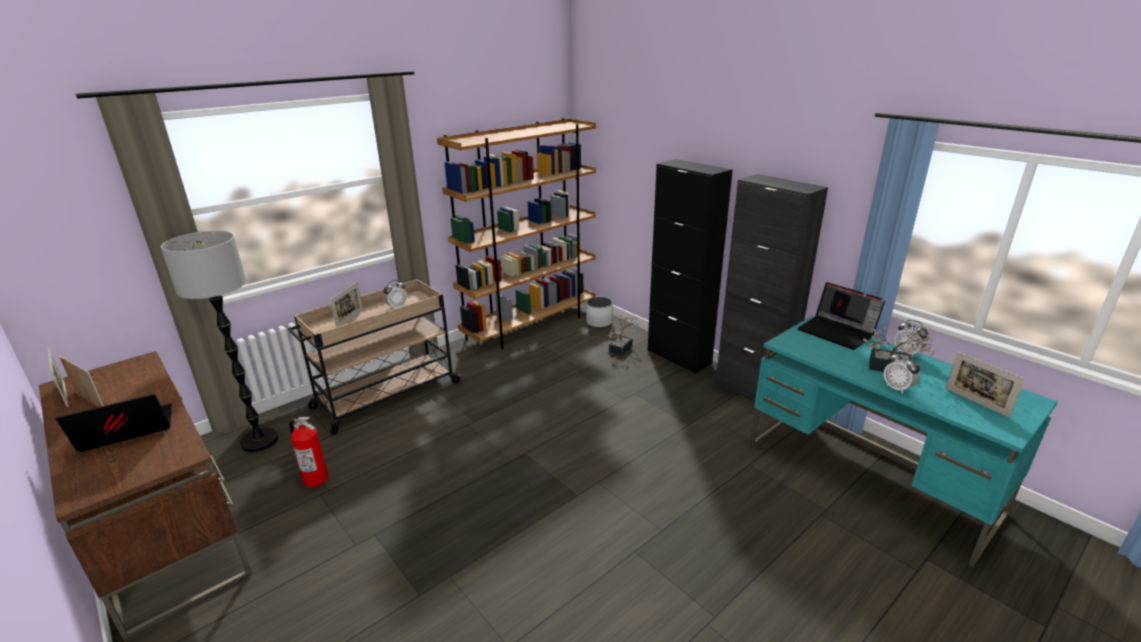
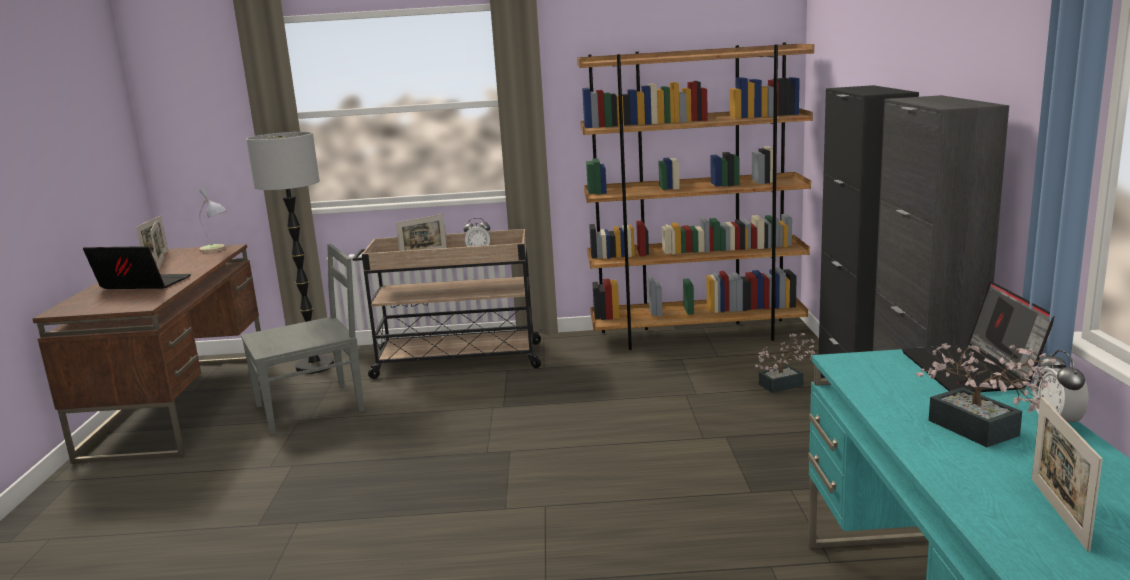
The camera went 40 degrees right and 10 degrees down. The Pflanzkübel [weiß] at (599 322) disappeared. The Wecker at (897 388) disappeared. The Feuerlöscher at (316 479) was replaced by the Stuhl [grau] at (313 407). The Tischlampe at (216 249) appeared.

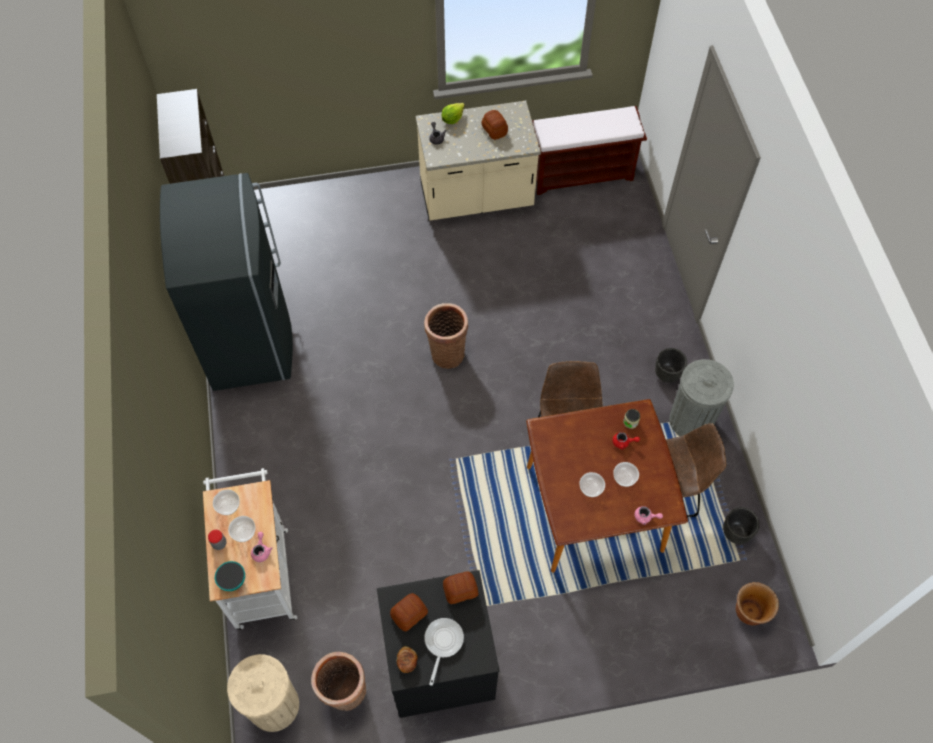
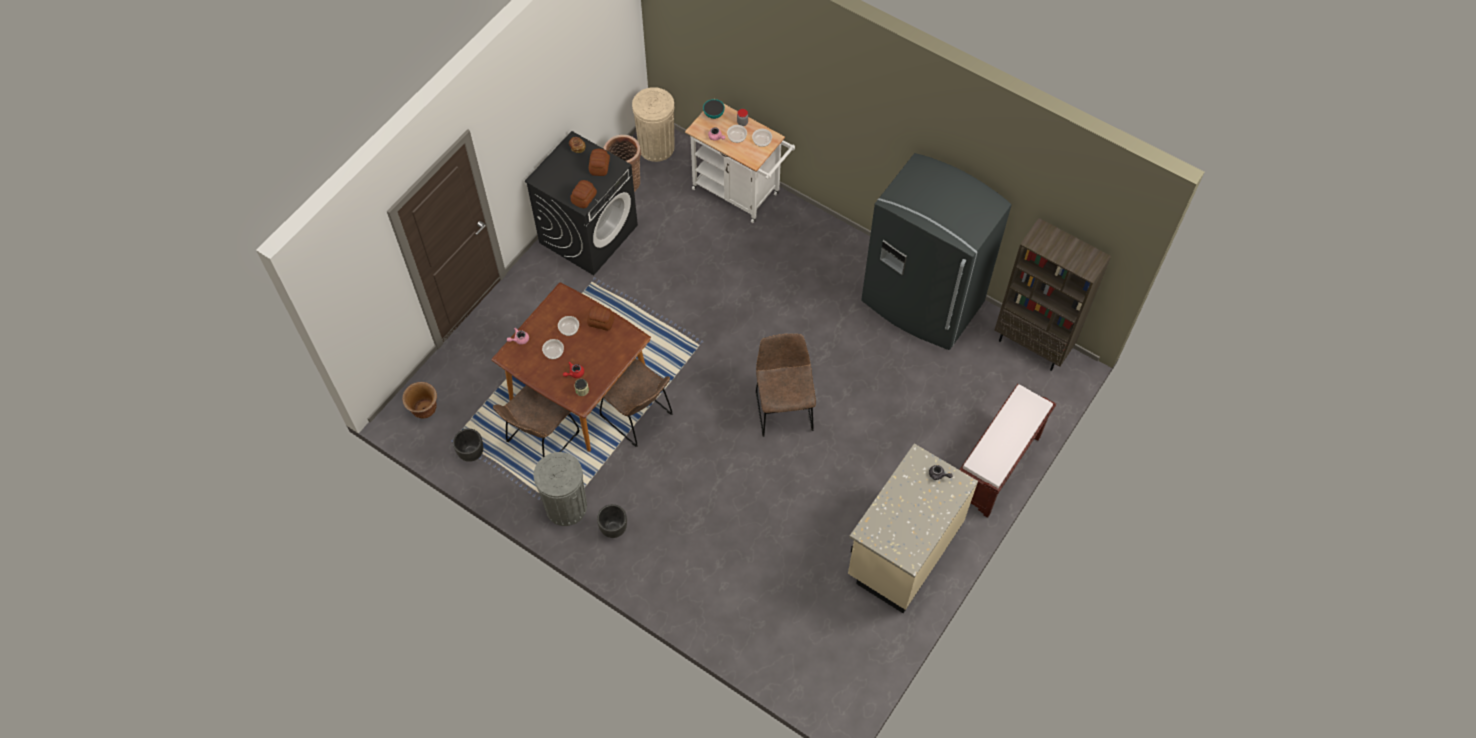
The camera went 135 degrees right and 0 degrees up. The Salatkopf at (452 119) disappeared. The Bank [braun] moved from (582 173) to (997 468). The Brot moved from (494 129) to (601 322). The Korb at (447 352) was replaced by the Stuhl [braun] at (783 408). The Pfanne at (442 642) disappeared.

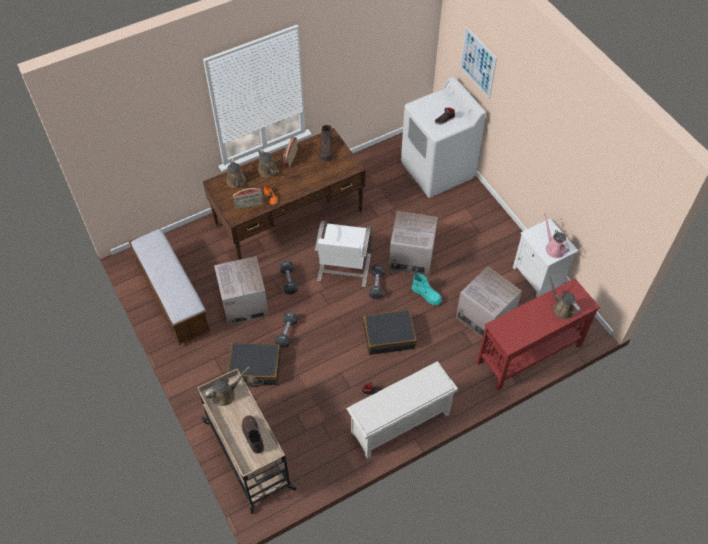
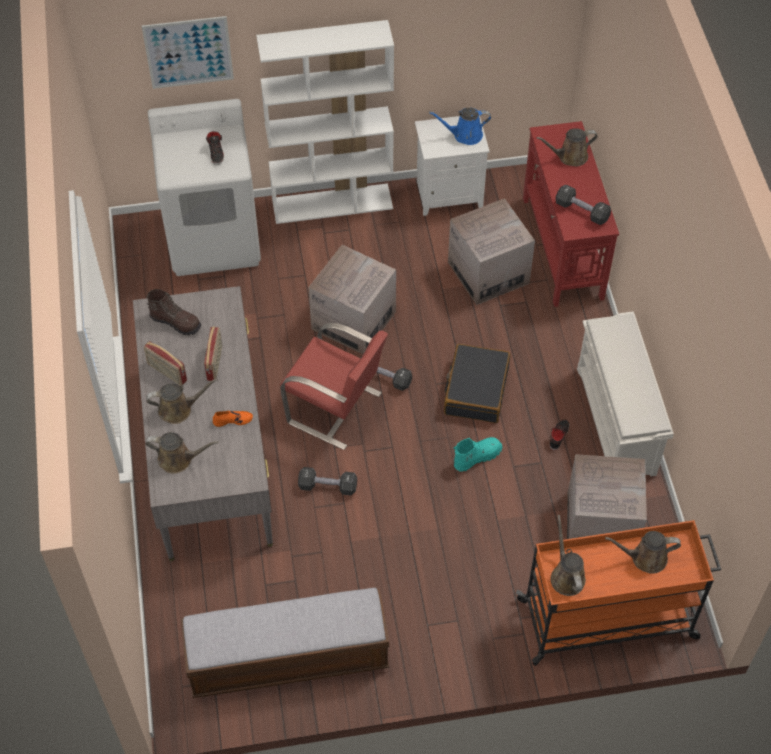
The camera went 70 degrees left and 0 degrees up. The Schreibtisch [braun] at (289 219) became the Schreibtisch [grau] at (209 453). The Radio moved from (249 205) to (215 363). The Gießkanne [rosa] at (554 248) became the Gießkanne [blau] at (465 135). The Stuhl [weiß] at (343 268) became the Stuhl [rot] at (336 409). The Karton moved from (244 303) to (601 524). The Stiefel [türkis] moved from (426 295) to (477 457). The Hantel [schwarz] moved from (287 333) to (582 211). The Koffer [schwarz] at (255 368) disappeared. The Rollwagen [beige] at (249 456) became the Rollwagen [orange] at (609 619). The Stiefel [braun] at (252 436) was replaced by the Gießkanne [braun] at (645 558). The Bücherregal [weiß] at (333 203) appeared.

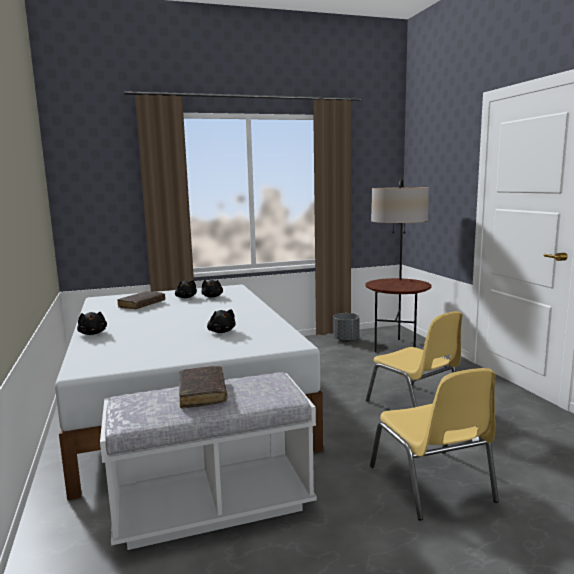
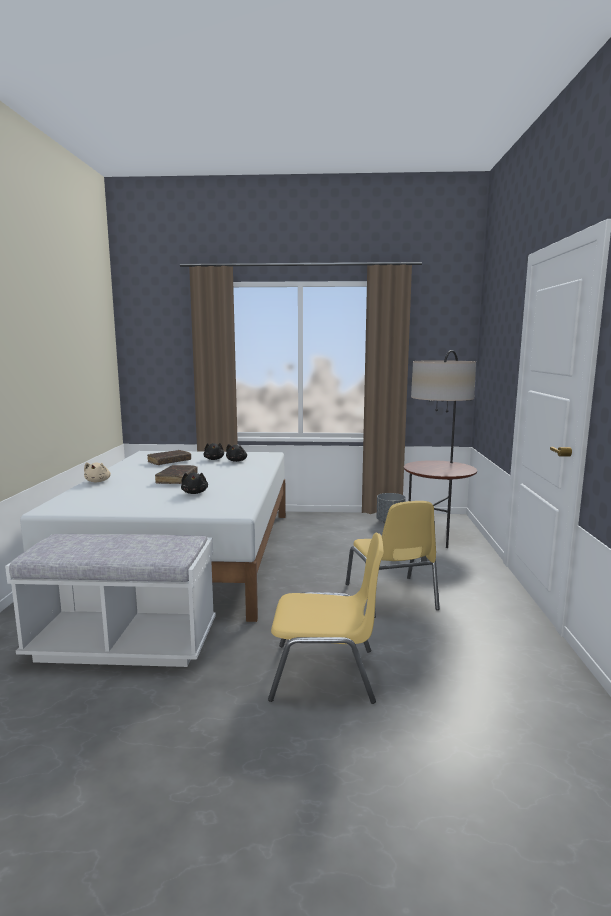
The camera went 20 degrees right and 0 degrees up. The Plüschtier [schwarz] at (93 333) became the Plüschtier [beige] at (98 481). The Buch [braun] moved from (202 393) to (177 479). The Stuhl [gelb] at (432 484) turned 90 degrees counterclockwise.

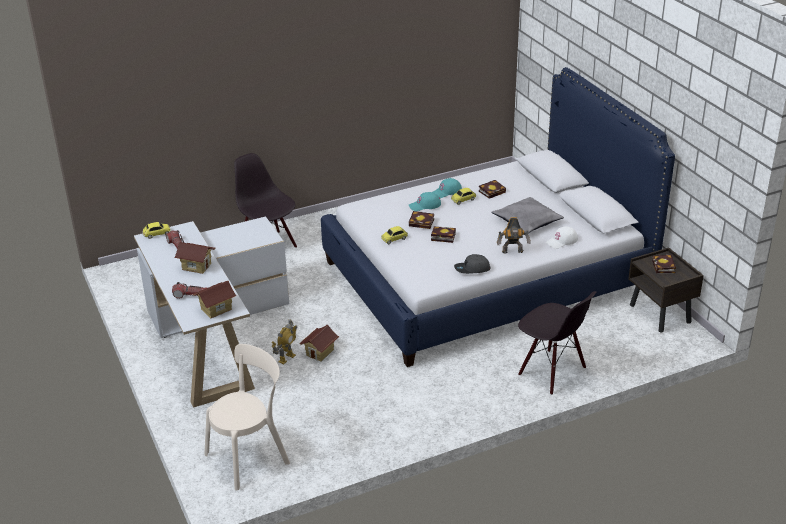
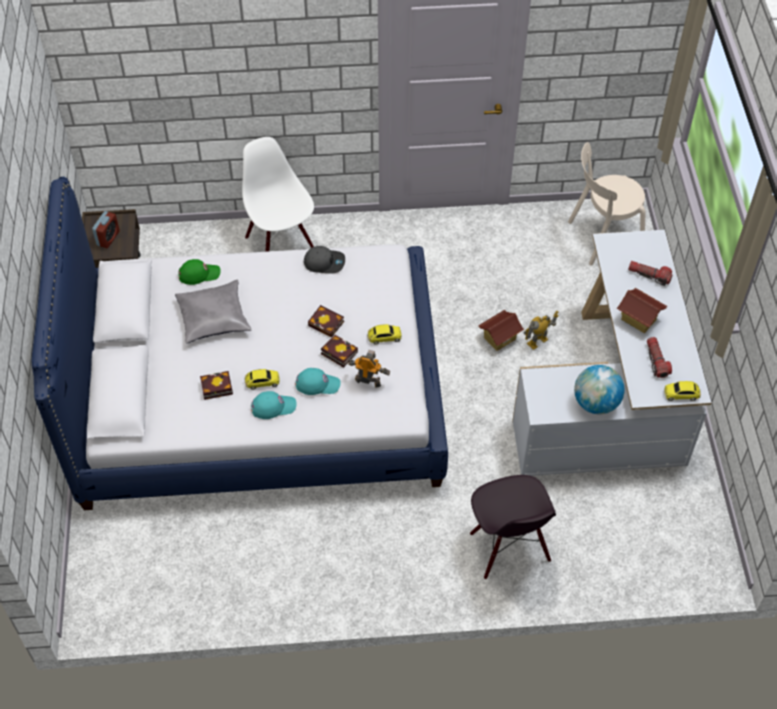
The camera went 160 degrees left and 20 degrees up. The Spielzeugroboter moved from (513 252) to (368 381). The Kappe [weiß] at (562 241) became the Kappe [grün] at (199 274). The Buch at (664 267) was replaced by the Wecker at (108 238). The Spielzeughaus at (216 309) disappeared. The Stuhl [schwarz] at (551 372) became the Stuhl [weiß] at (281 243). The Globus at (596 403) appeared.

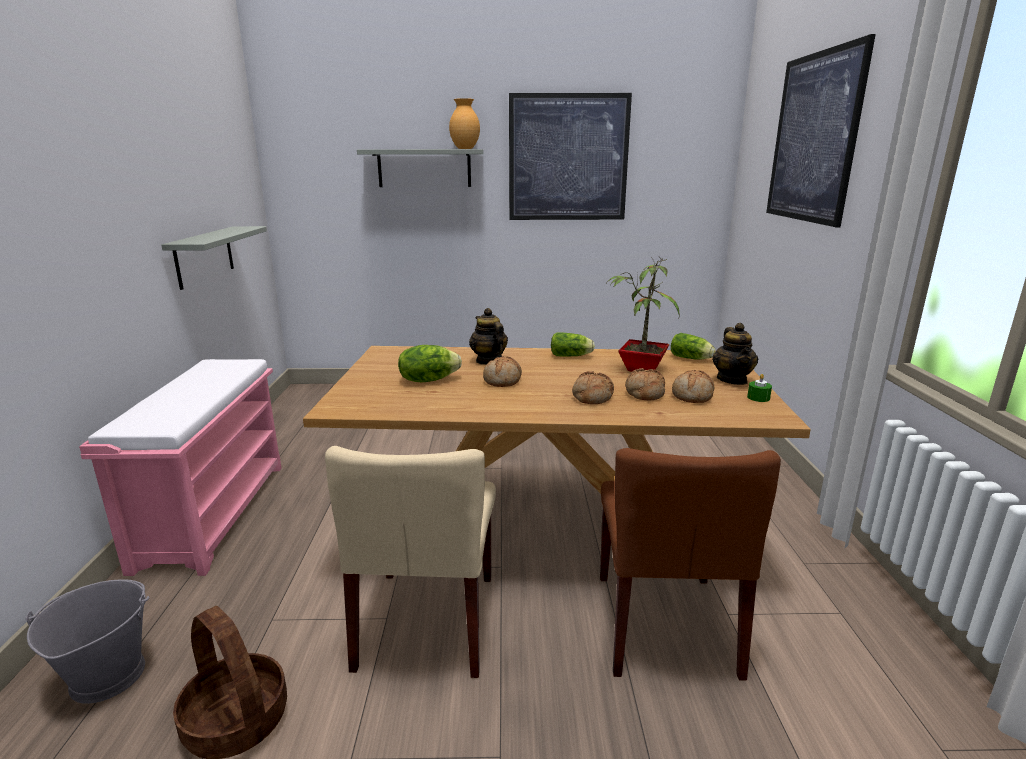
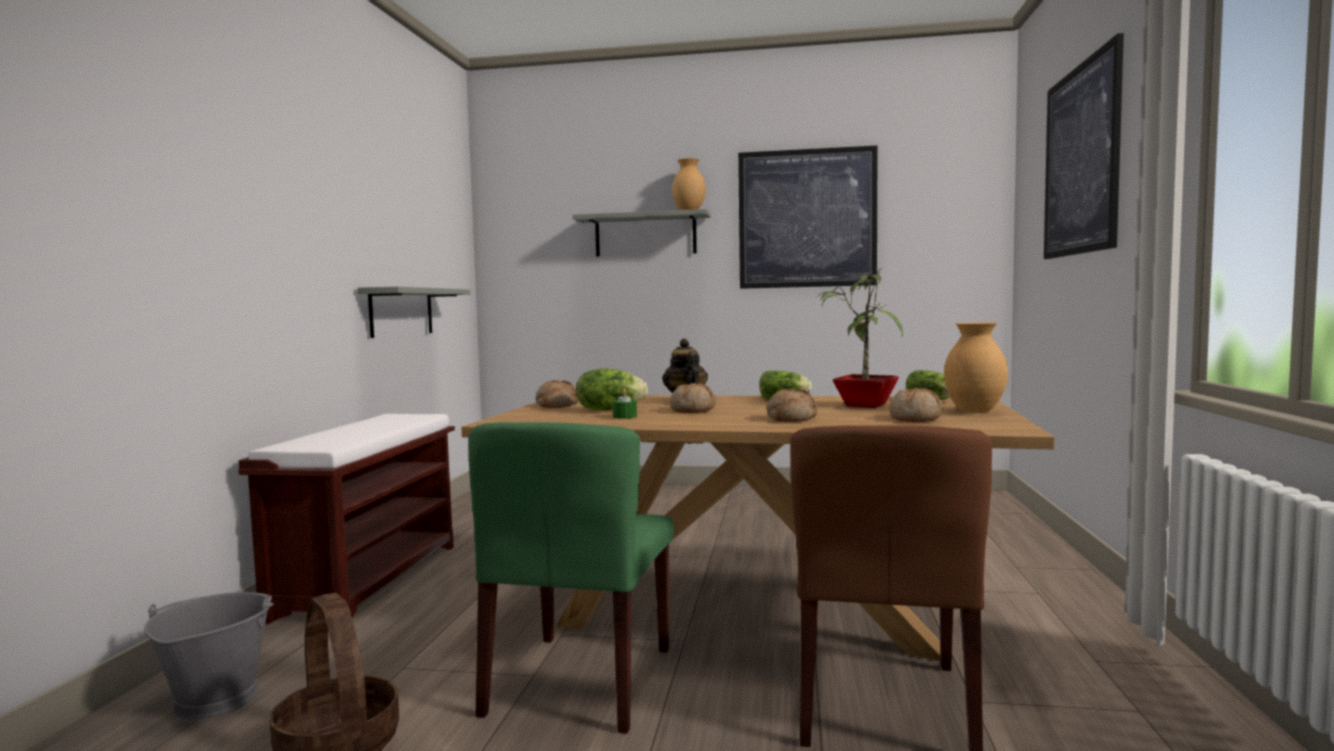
The camera went 10 degrees right and 15 degrees down. The Teekanne at (732 380) was replaced by the Vase [braun] at (975 411). The Bank [rosa] at (214 513) became the Bank [braun] at (369 579). The Brot moved from (643 393) to (556 405). The Kerze [grün] moved from (758 398) to (624 417). The Stuhl [beige] at (428 621) became the Stuhl [grün] at (581 681).

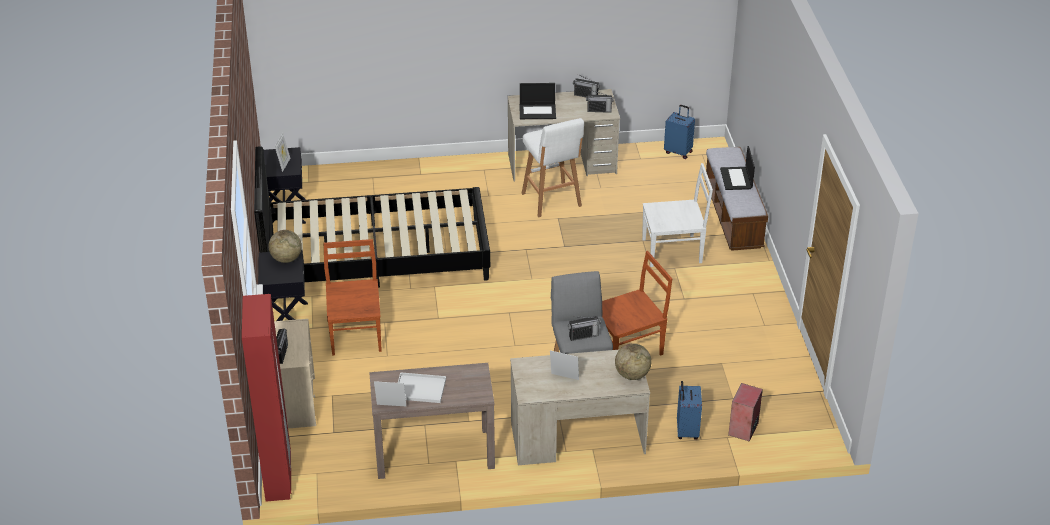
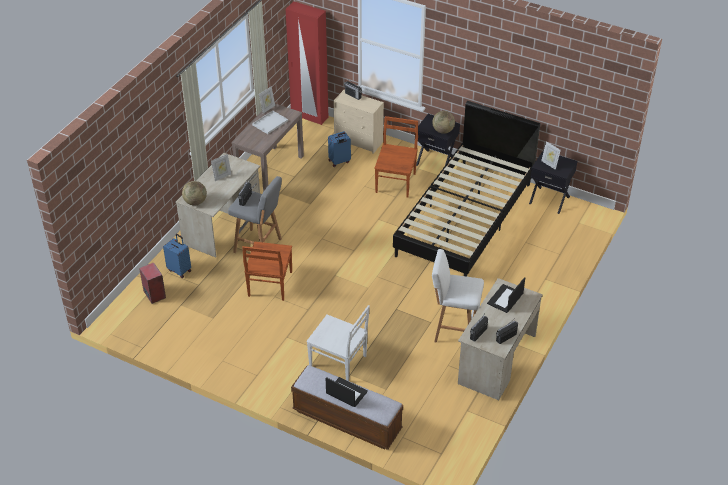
The camera went 125 degrees right and 5 degrees up. The Koffer [blau] moved from (678 152) to (339 161). The Stuhl [weiß] at (673 251) turned 90 degrees counterclockwise. The Stuhl [braun] at (356 333) turned 105 degrees counterclockwise.

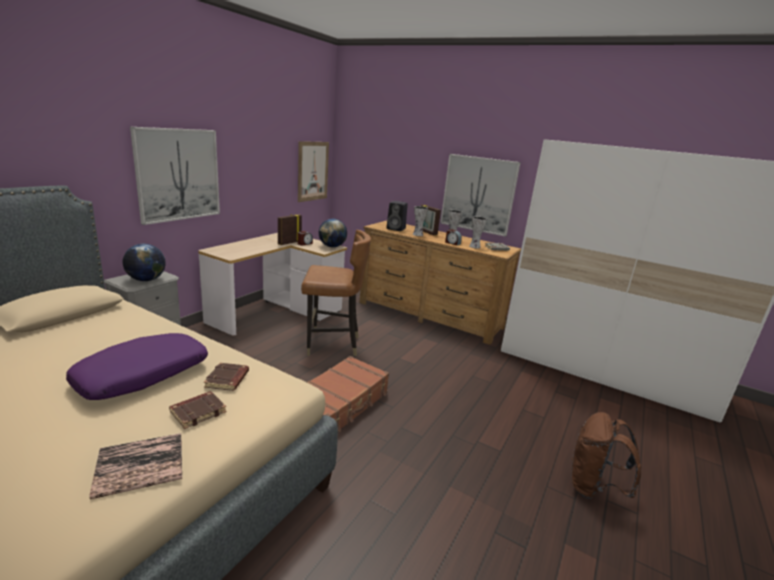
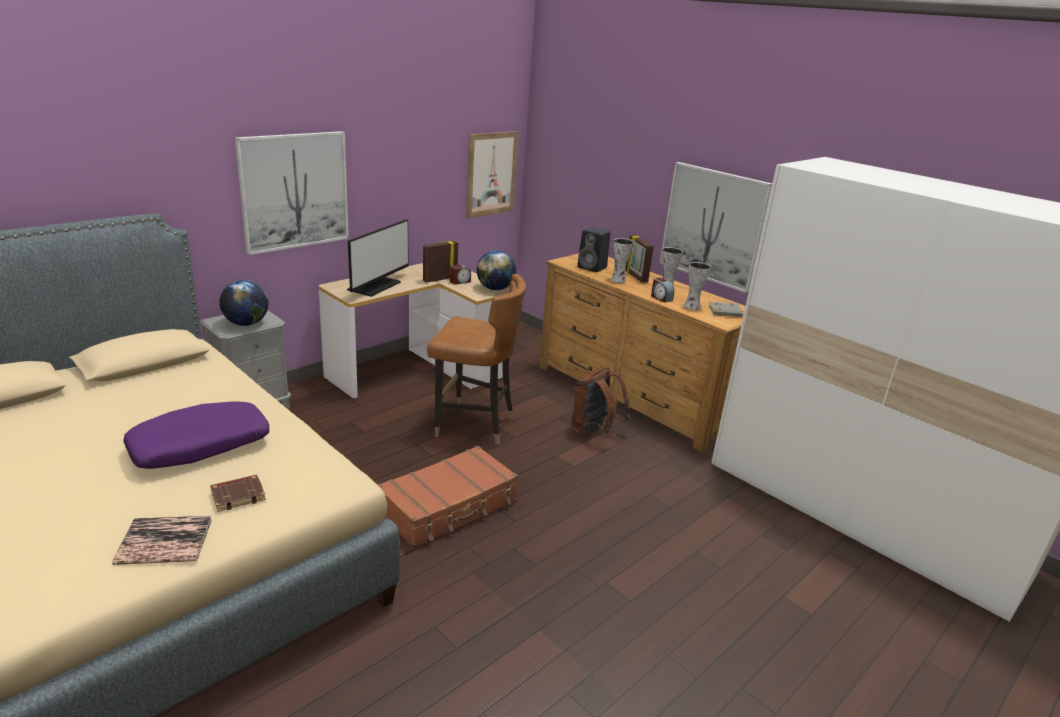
The camera went 15 degrees right and 5 degrees up. The Buch [braun] at (227 380) disappeared. The Rucksack [braun] moved from (593 487) to (594 432). The Monitor at (375 286) appeared.

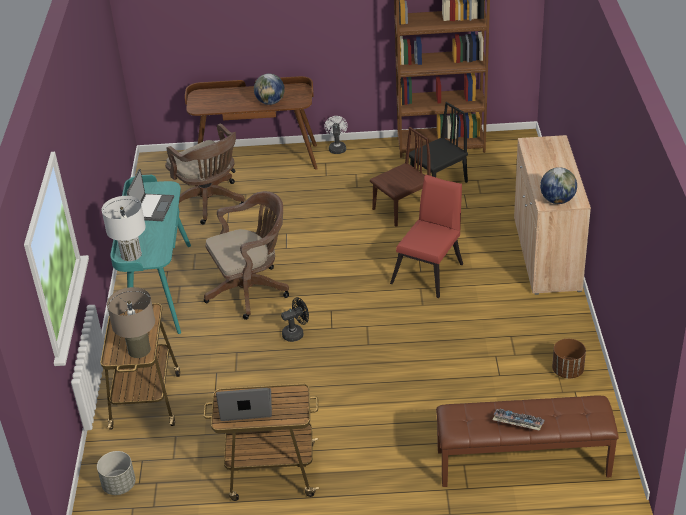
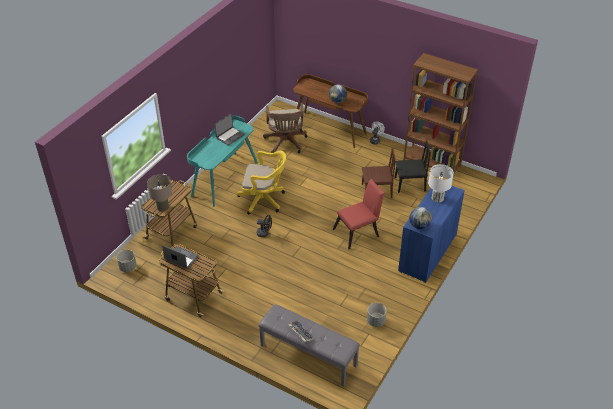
The camera went 30 degrees right and 5 degrees up. The Schrank [beige] at (546 254) became the Schrank [blau] at (427 253). The Bürostuhl [braun] at (251 290) became the Bürostuhl [gelb] at (264 200). The Tischlampe [weiß] moved from (131 254) to (437 198). The Pflanzkübel [braun] at (568 371) became the Pflanzkübel [grau] at (376 321). The Bank [braun] at (522 464) became the Bank [grau] at (308 355).

